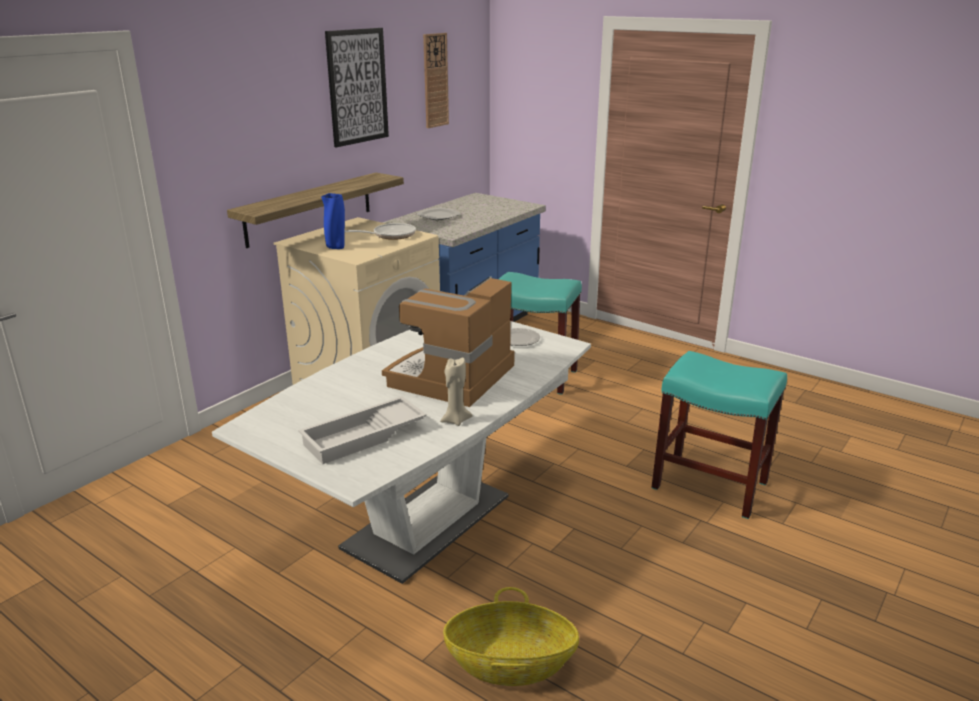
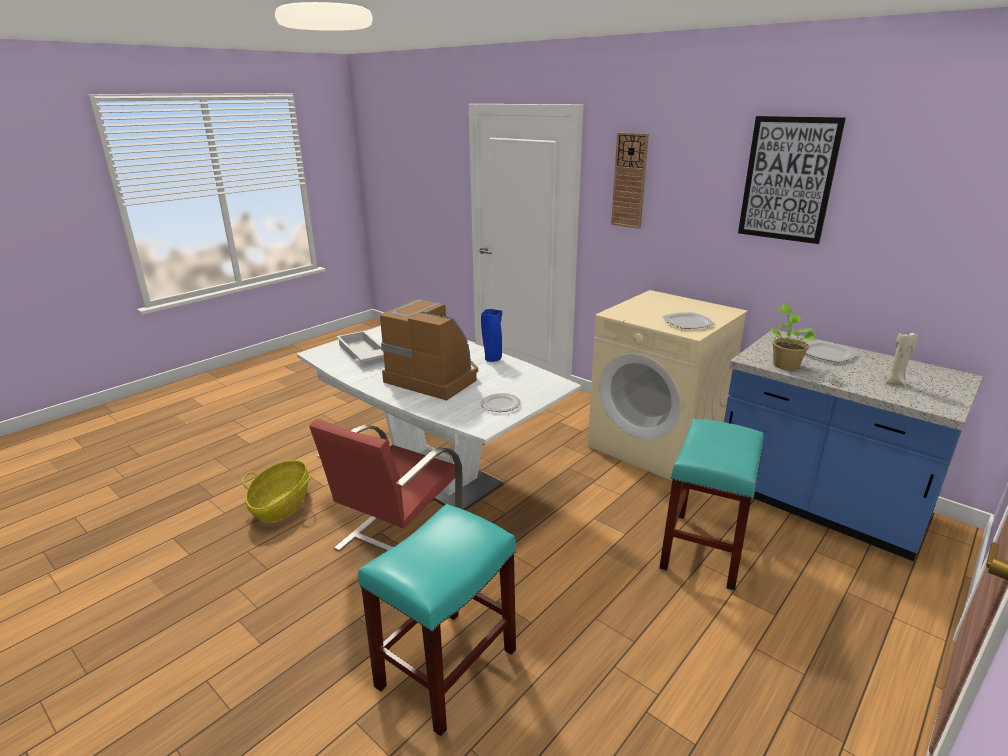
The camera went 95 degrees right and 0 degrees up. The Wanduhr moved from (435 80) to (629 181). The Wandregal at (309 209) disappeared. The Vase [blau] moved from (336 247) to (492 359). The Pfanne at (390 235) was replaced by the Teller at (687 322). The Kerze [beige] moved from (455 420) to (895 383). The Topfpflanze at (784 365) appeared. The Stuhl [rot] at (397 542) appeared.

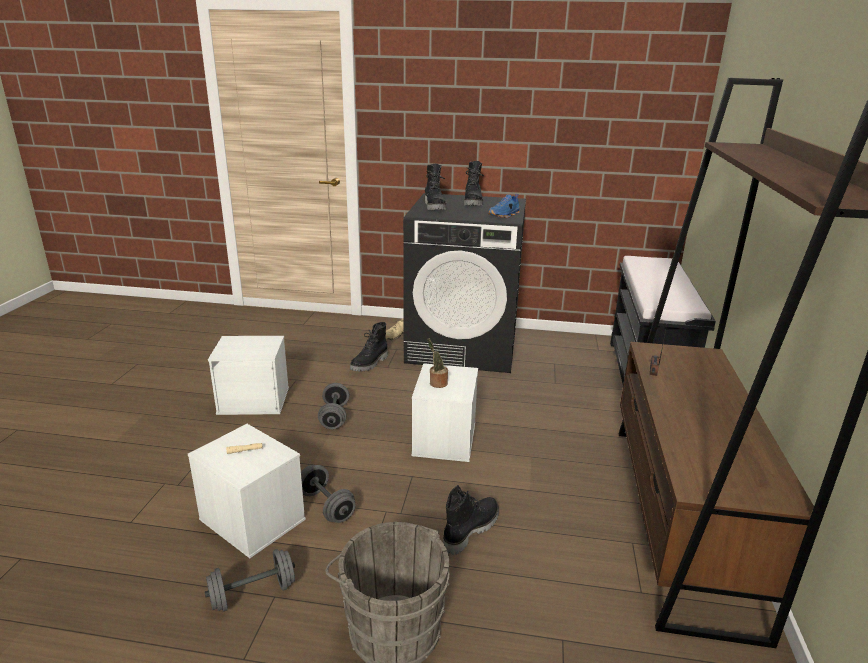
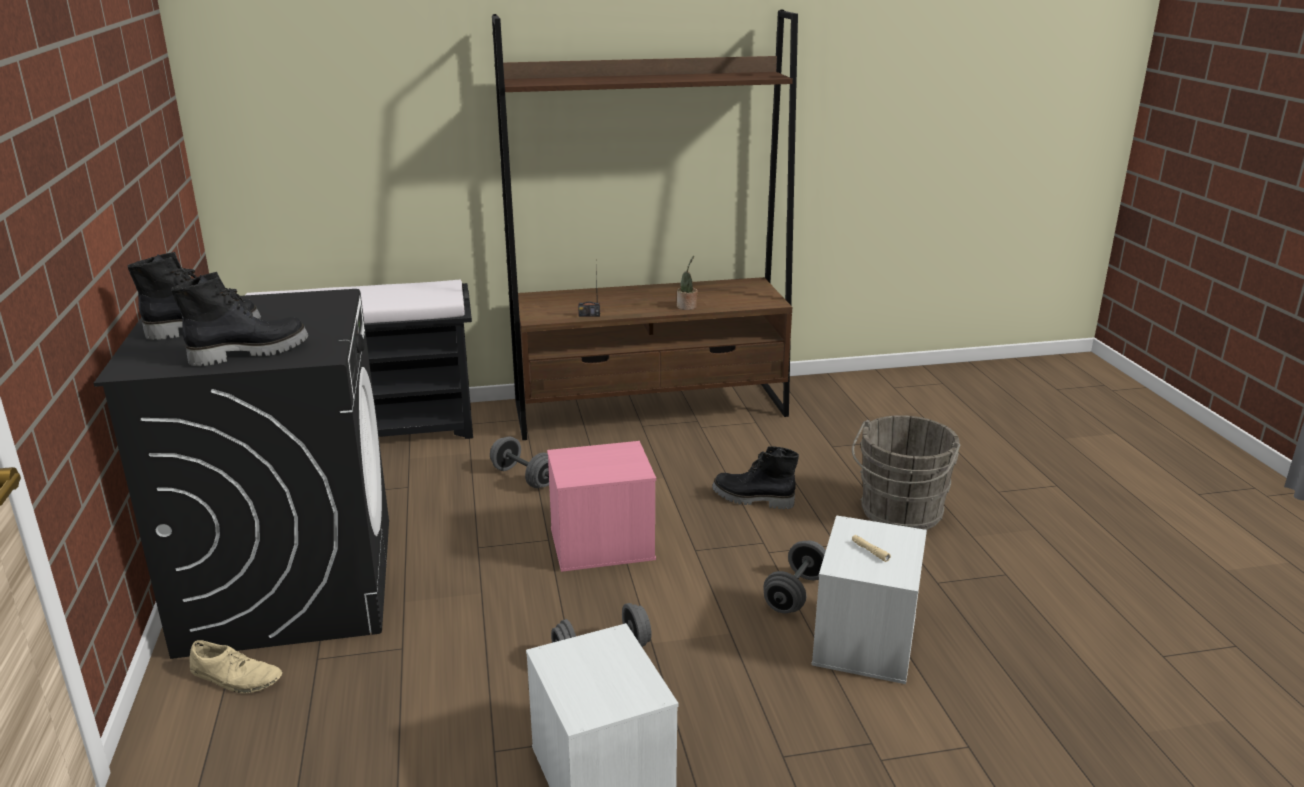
The camera went 110 degrees left and 0 degrees up. The Schuh [blau] at (504 215) disappeared. The Stiefel [schwarz] at (370 364) disappeared. The Topfpflanze moved from (437 383) to (687 307). The Aufbewahrungsbox [weiß] at (443 438) became the Aufbewahrungsbox [rosa] at (600 545). The Hantel [grau] moved from (253 594) to (524 477).

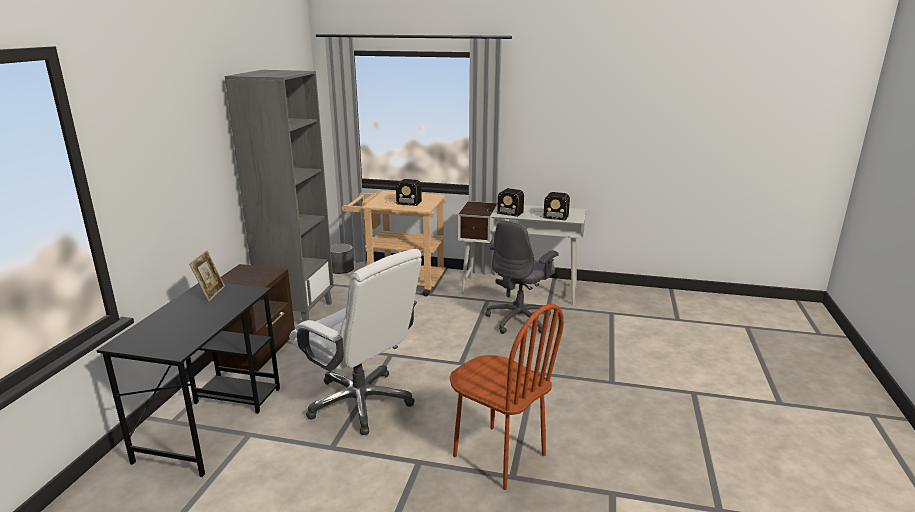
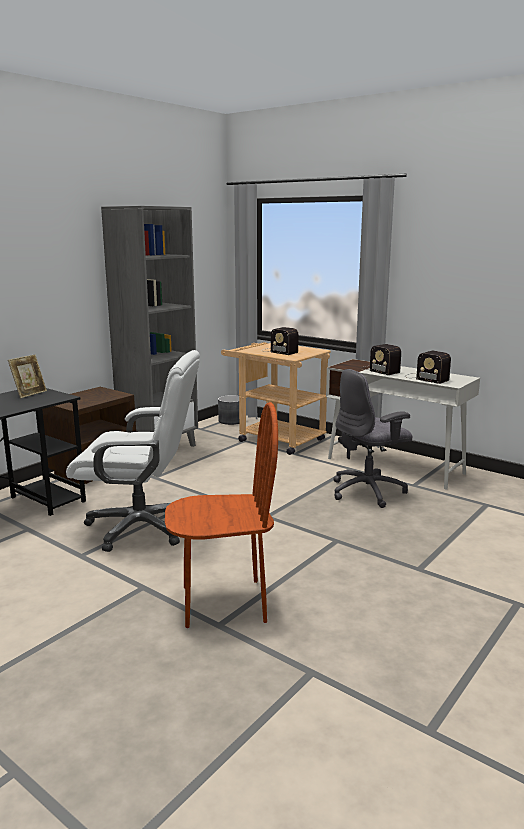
The camera went 25 degrees right and 5 degrees down. The Bürostuhl [weiß] at (361 402) turned 60 degrees counterclockwise. The Stuhl [braun] at (498 456) turned 75 degrees counterclockwise.

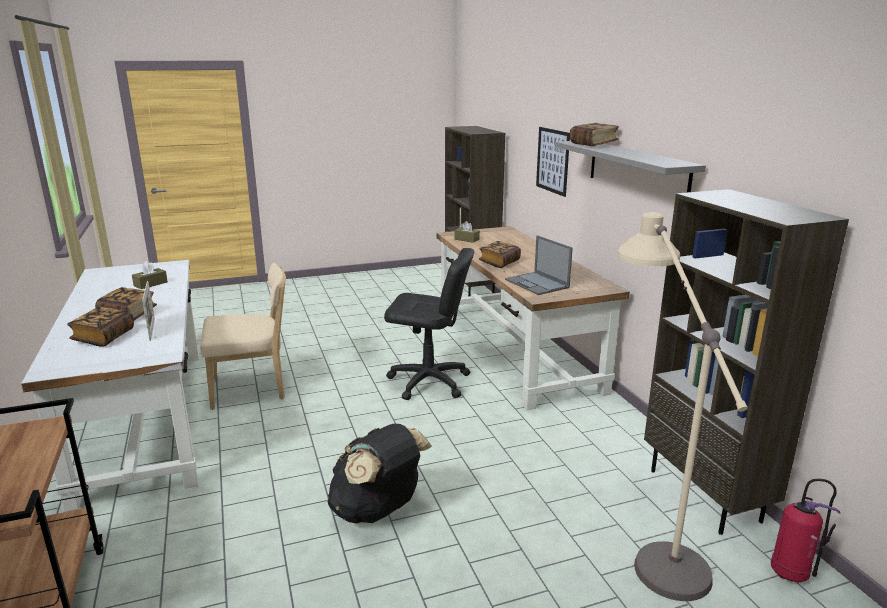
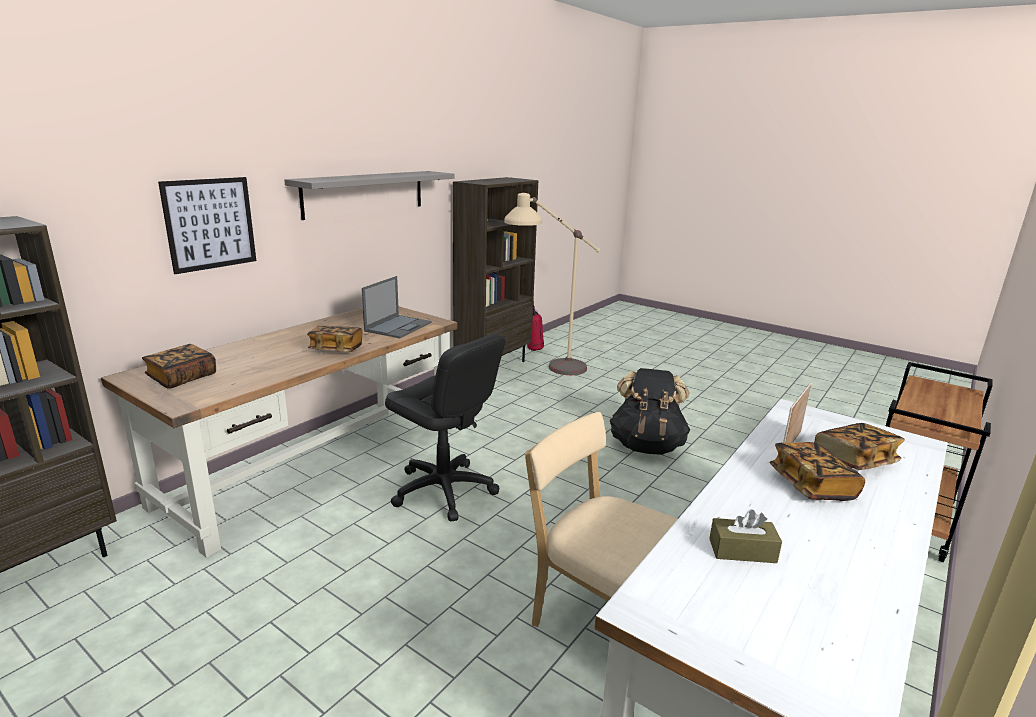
The camera went 125 degrees left and 0 degrees up. The Buch moved from (593 145) to (182 378). The Taschentuchbox [braun] at (466 239) disappeared. The Bürostuhl [schwarz] at (429 382) turned 150 degrees clockwise.

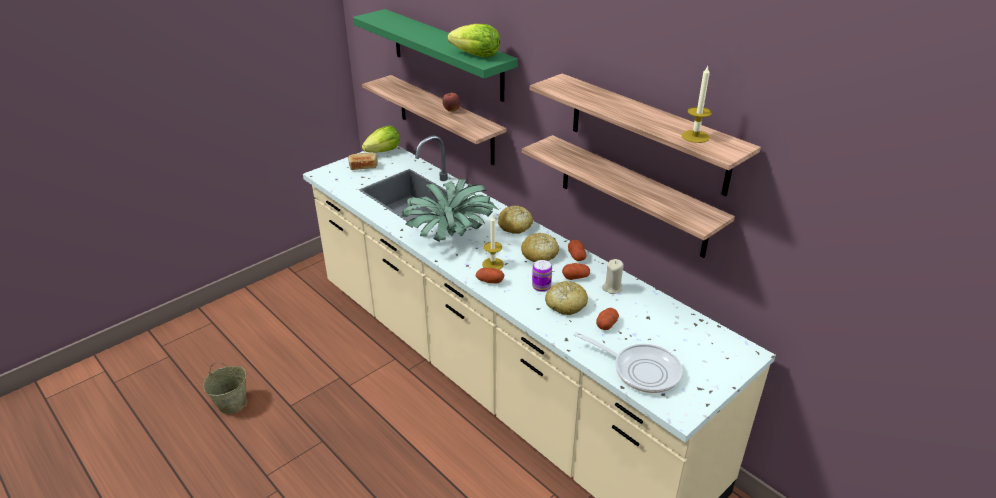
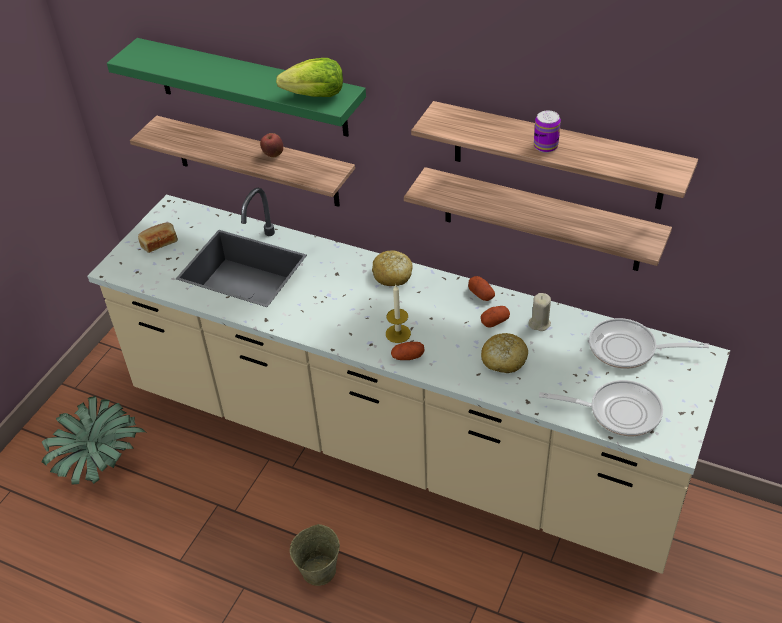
The camera went 20 degrees left and 10 degrees up. The Kerze at (695 136) disappeared. The Salatkopf at (383 151) disappeared. The Topfpflanze moved from (450 237) to (99 462). The Brot at (539 254) disappeared. The Dose moved from (541 286) to (545 146). The Kartoffel at (606 324) disappeared. The Eimer [beige] moved from (233 403) to (319 569). The Pfanne at (628 349) appeared.

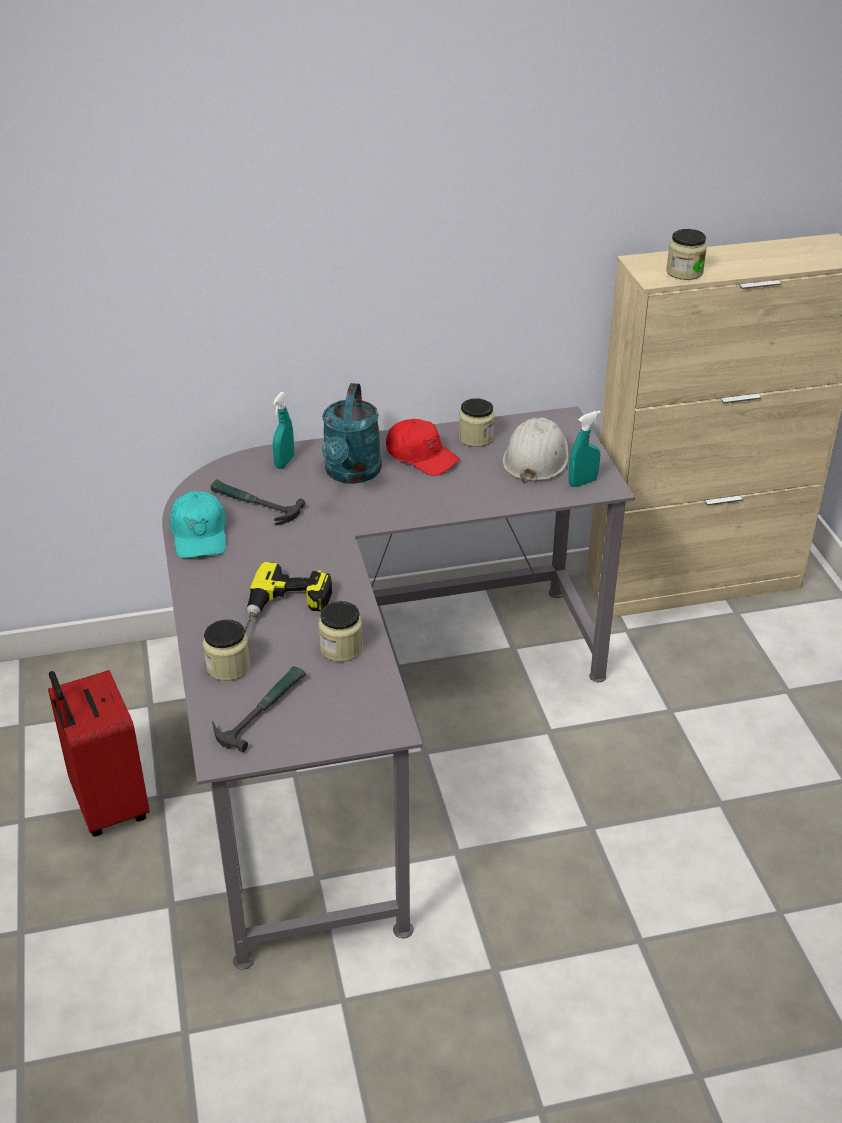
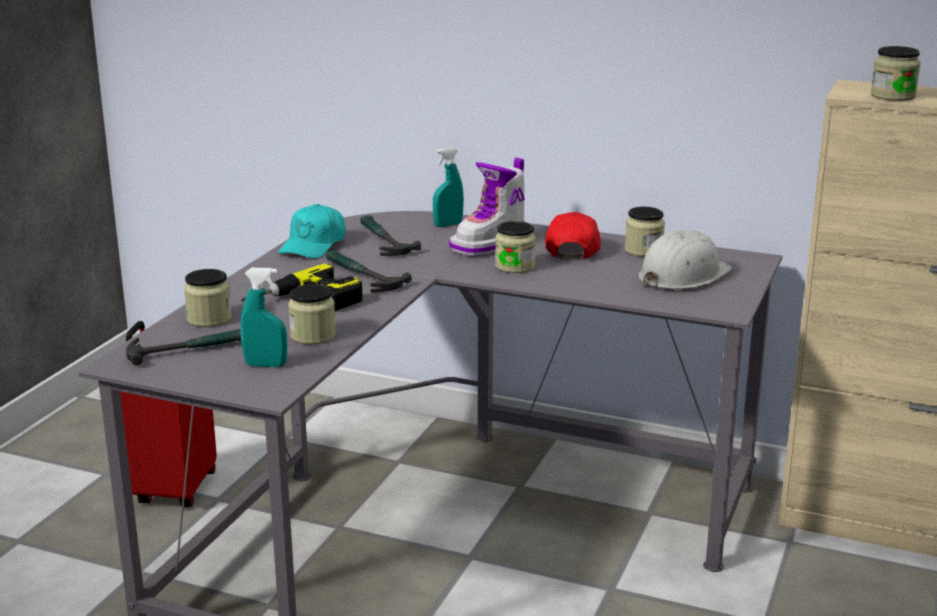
The camera went 35 degrees right and 15 degrees down. The Gießkanne [türkis] at (351 474) was replaced by the Stiefel at (493 244). The Sprühflasche [türkis] moved from (582 482) to (265 365). The Kappe [rot] at (421 456) turned 150 degrees counterclockwise. The Vorratsglas at (515 266) appeared. The Hammer at (362 276) appeared.

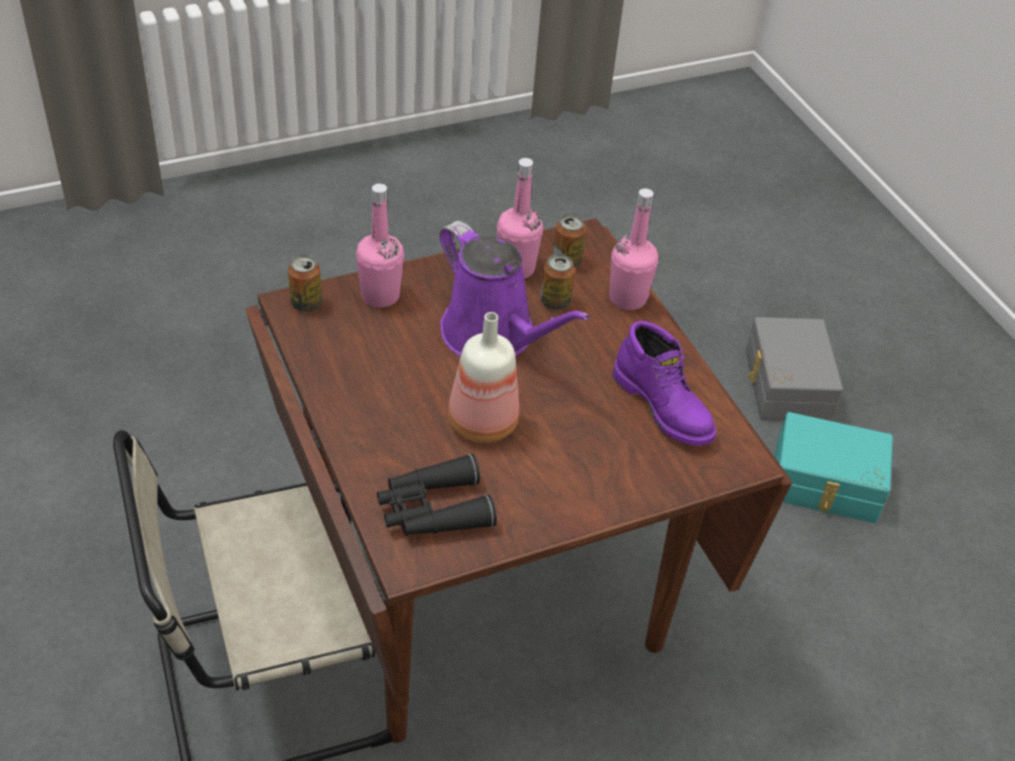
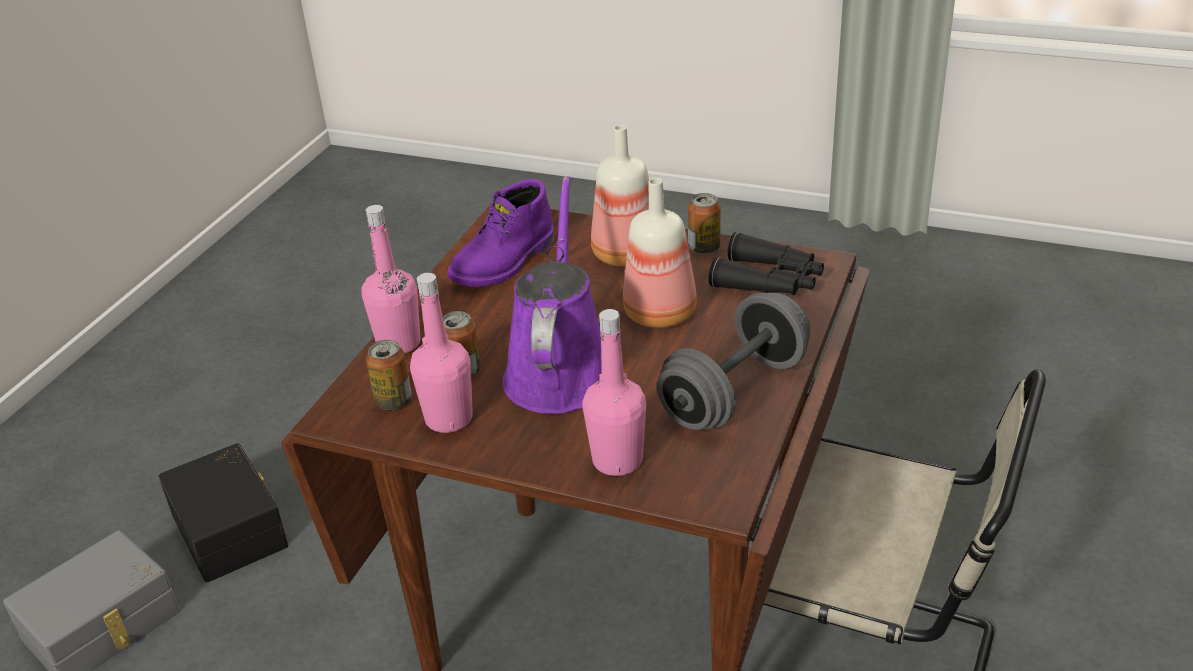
The camera went 130 degrees left and 10 degrees down. The Dose moved from (306 304) to (704 248). The Stiefel [lila] at (664 406) turned 150 degrees counterclockwise. The Aufbewahrungsbox [türkis] at (825 485) became the Aufbewahrungsbox [schwarz] at (232 528). The Flasche at (626 256) appeared. The Hantel [grau] at (734 392) appeared.

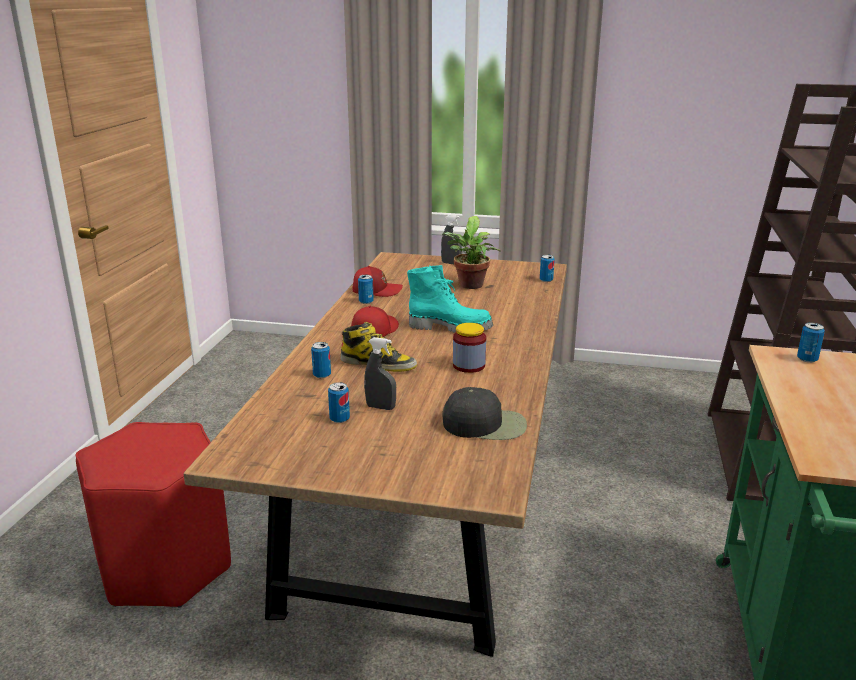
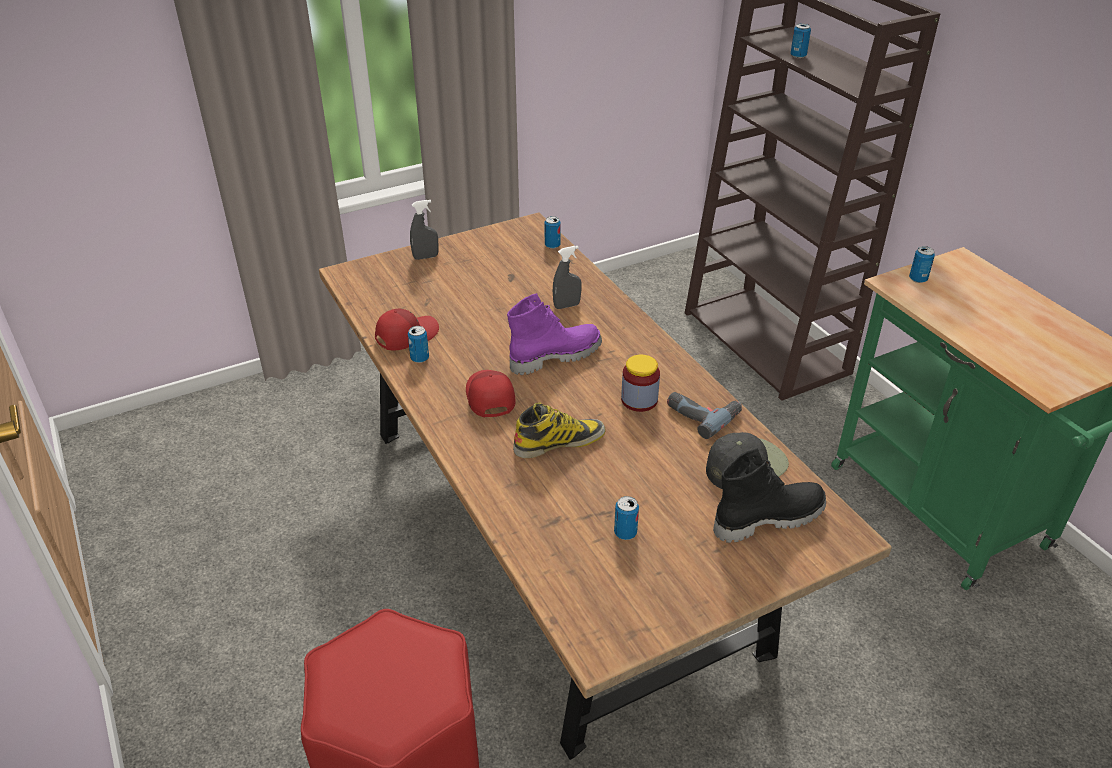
The camera went 40 degrees left and 15 degrees up. The Topfpflanze at (470 286) disappeared. The Stiefel [türkis] at (450 327) became the Stiefel [lila] at (555 356). The Sprühflasche [grau] moved from (380 407) to (567 306). The Dose moved from (322 375) to (798 56). The Bohrmaschine at (702 413) appeared. The Stiefel [schwarz] at (767 518) appeared.

